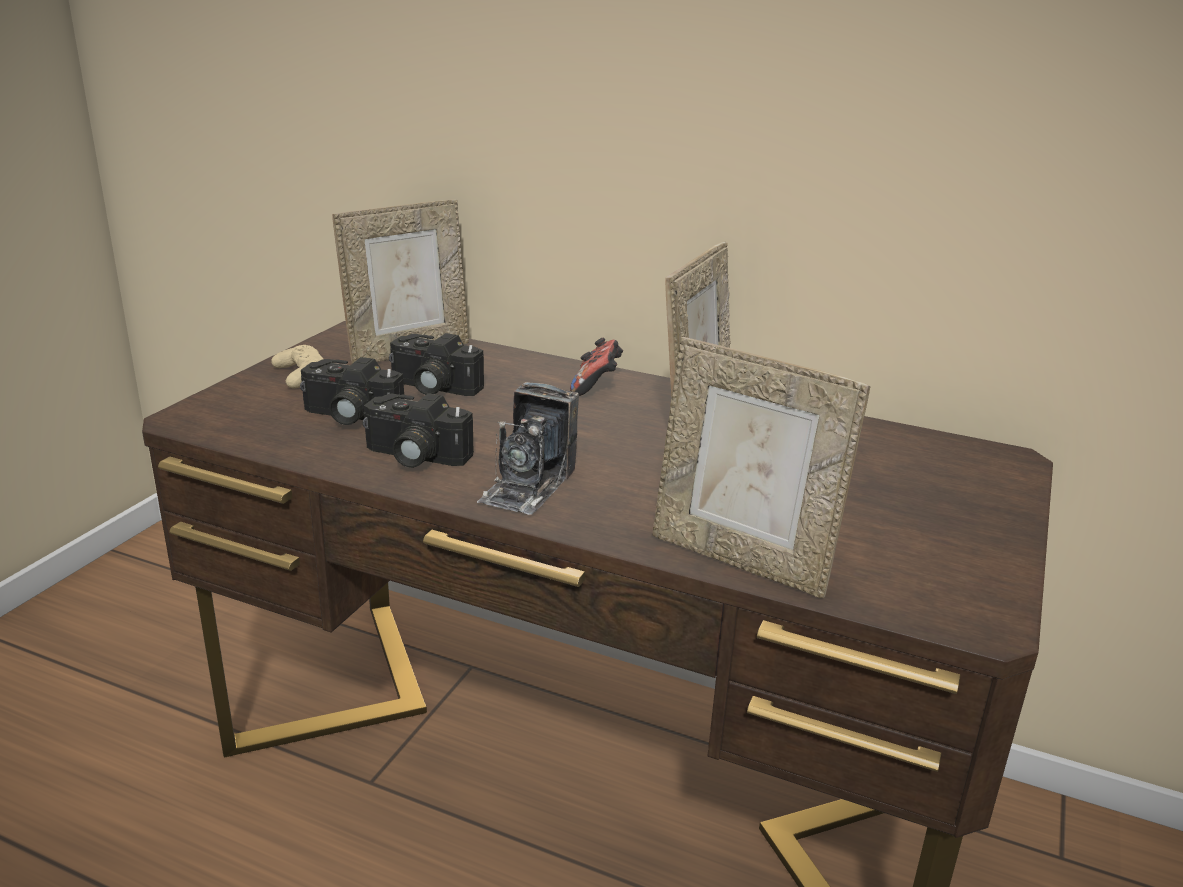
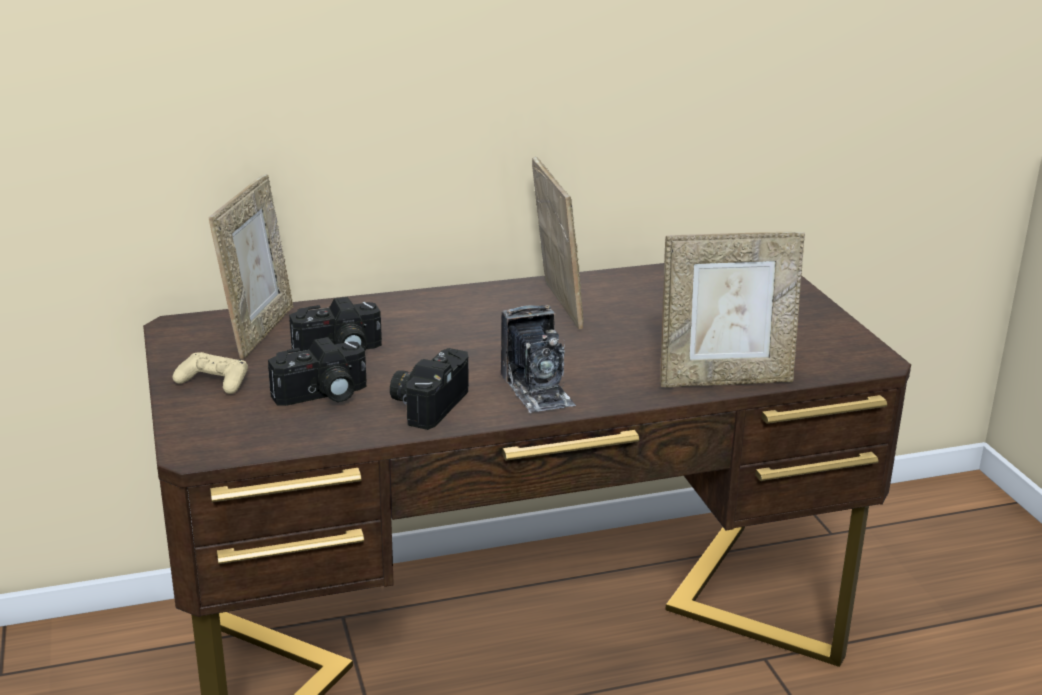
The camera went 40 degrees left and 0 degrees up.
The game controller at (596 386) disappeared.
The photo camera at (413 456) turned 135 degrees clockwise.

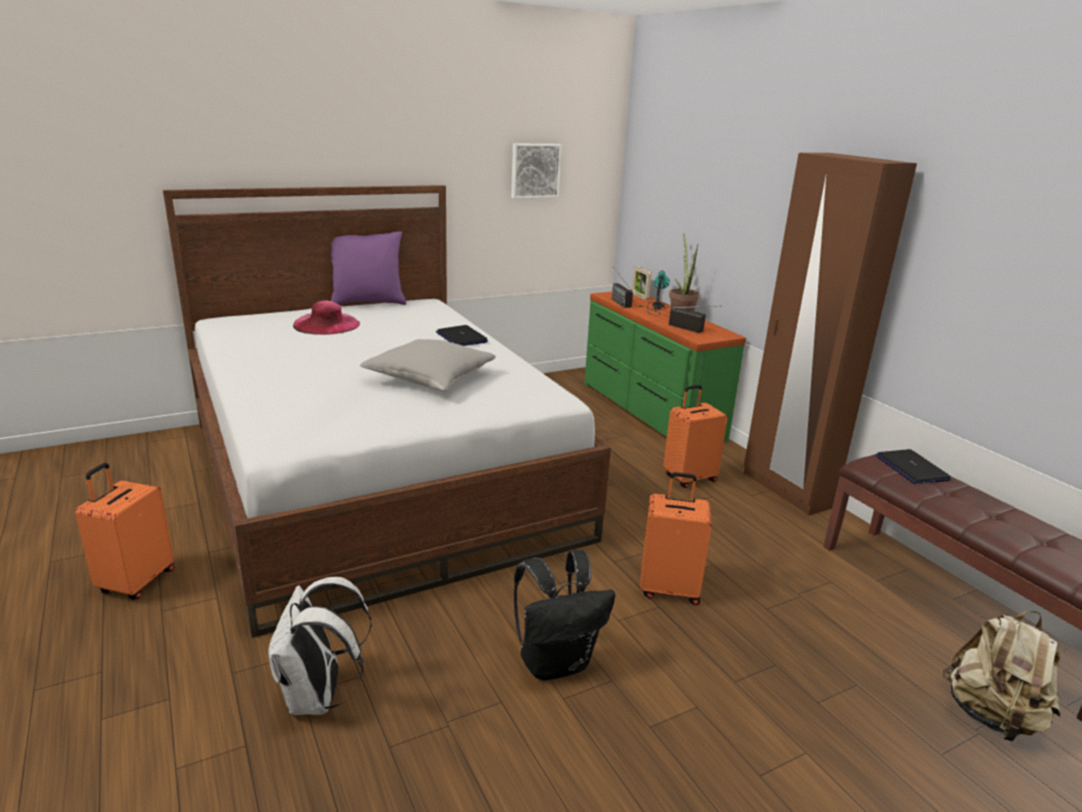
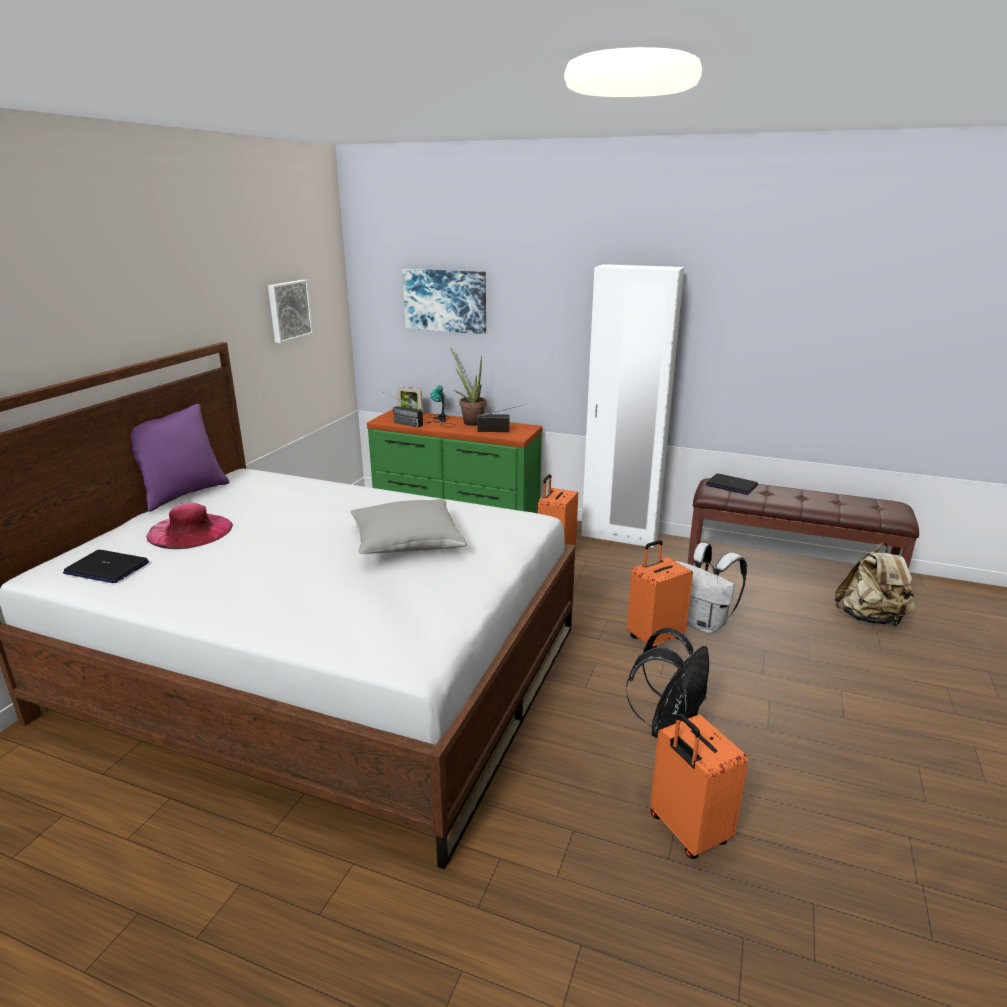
The camera went 40 degrees left and 0 degrees up.
The picture at (445 300) appeared.
The orange suitcase moved from (136 582) to (687 831).
The white backpack moved from (318 697) to (703 624).
The laptop moved from (461 337) to (106 568).
The brown wardrobe at (786 490) became the white wardrobe at (619 536).

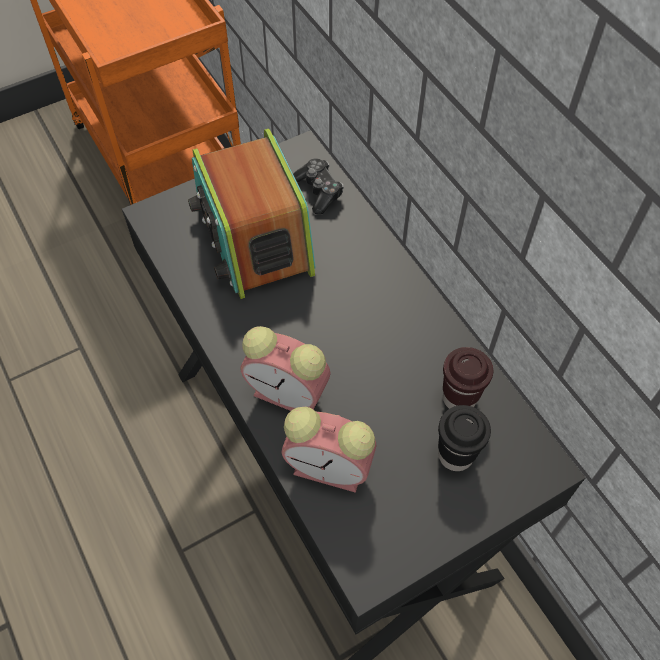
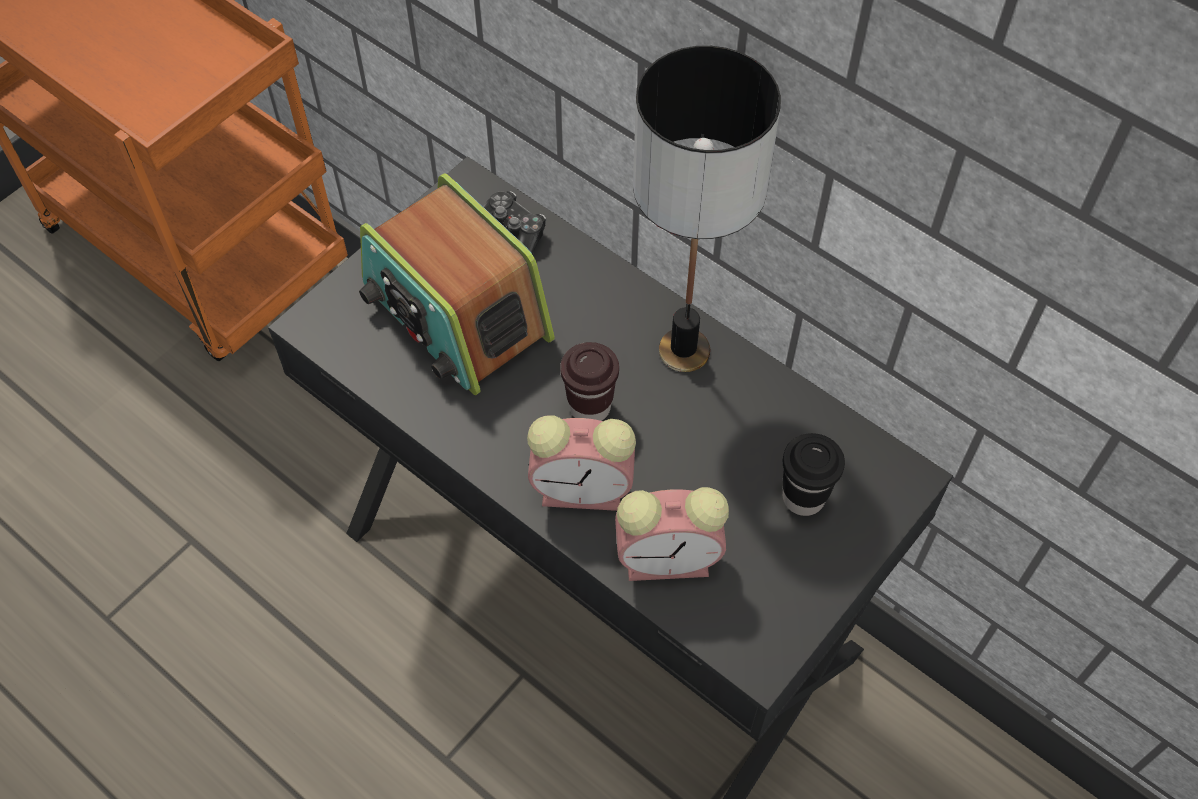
The camera went 20 degrees left and 0 degrees up.
The table lamp at (685 350) appeared.
The brown cup moved from (459 398) to (590 407).

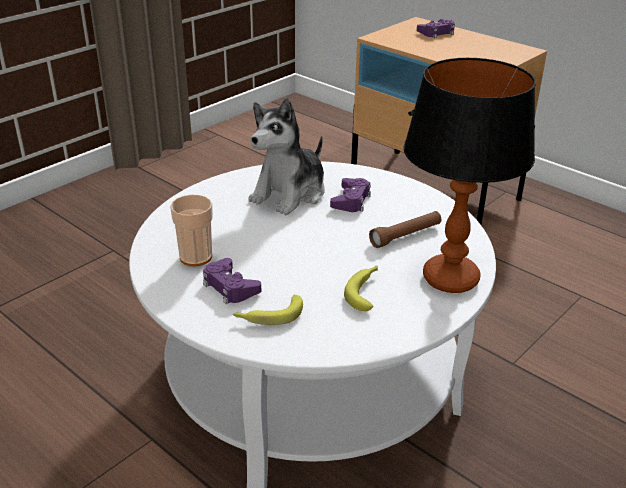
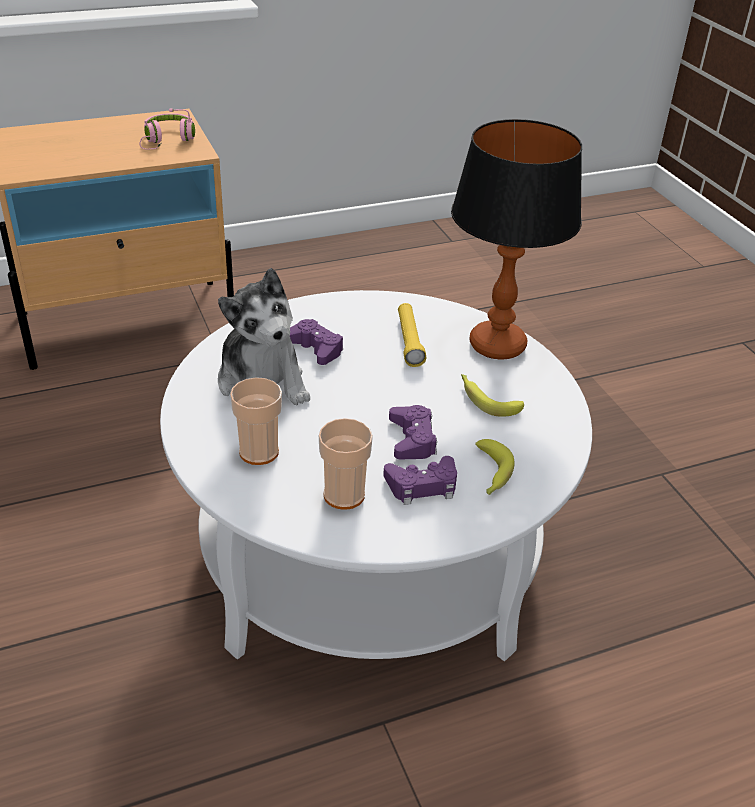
The camera went 65 degrees left and 5 degrees up.
The pink headphones at (167 140) appeared.
The cup at (259 452) appeared.
The purple game controller moved from (436 33) to (412 439).
The brown flashlight at (405 236) became the yellow flashlight at (409 341).

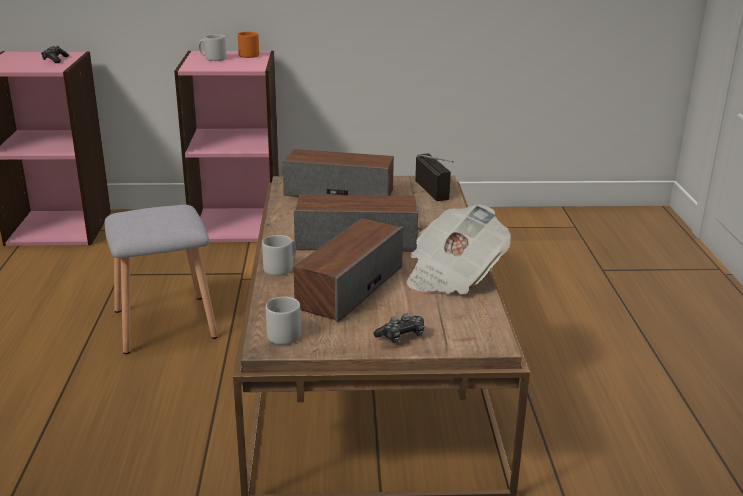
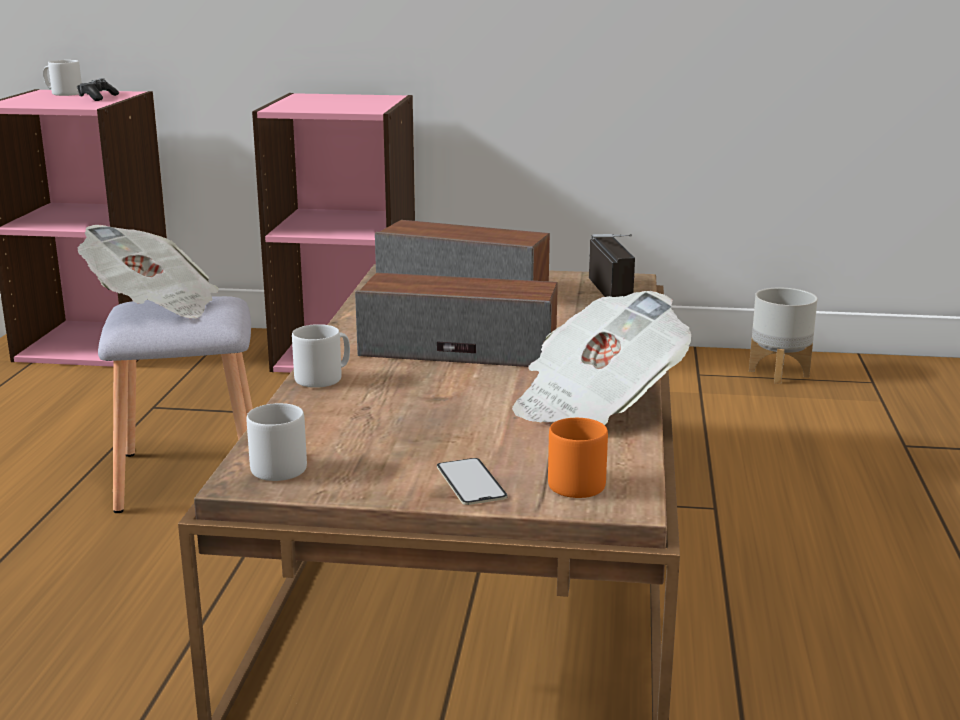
The camera went 10 degrees right and 5 degrees down.
The speaker at (349 287) disappeared.
The newspaper at (154 305) appeared.
The grey planter at (778 373) appeared.
The grey mug moved from (213 59) to (63 93).
The orange mug moved from (249 55) to (578 482).
The game controller at (401 336) was replaced by the phone at (471 482).

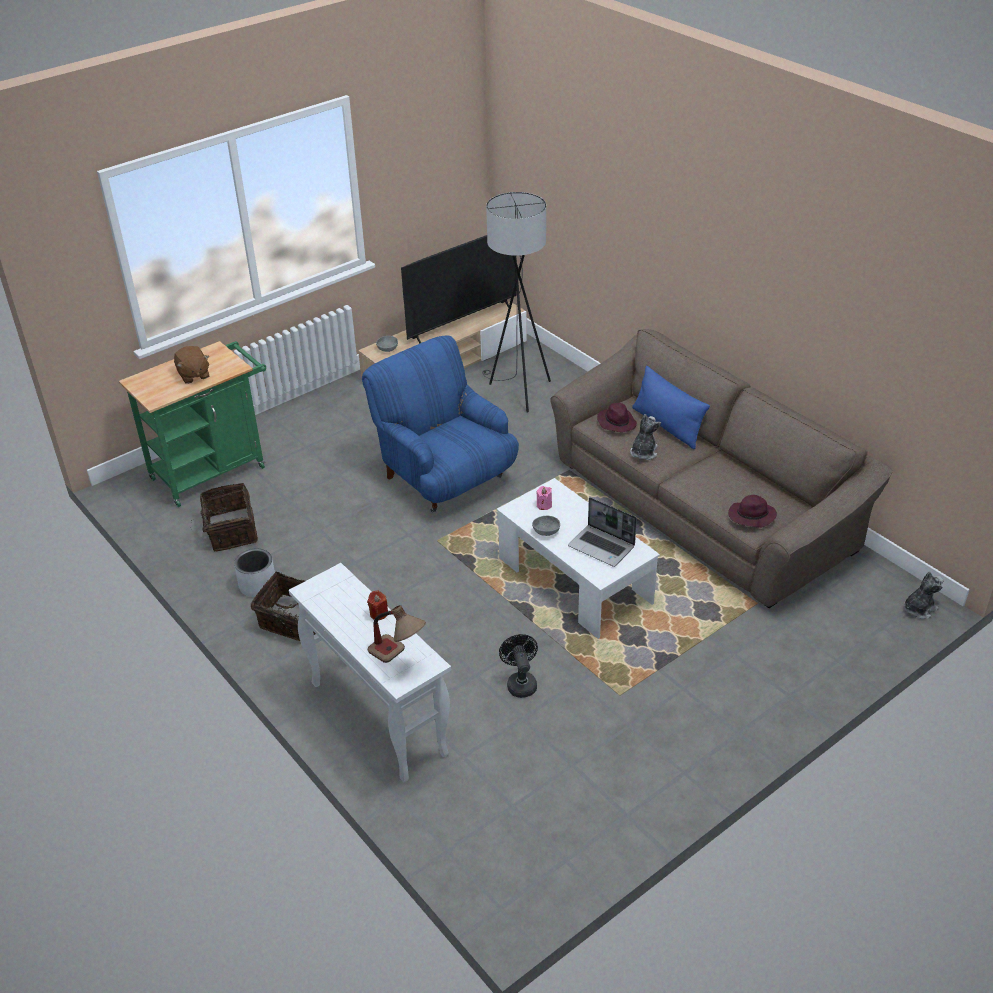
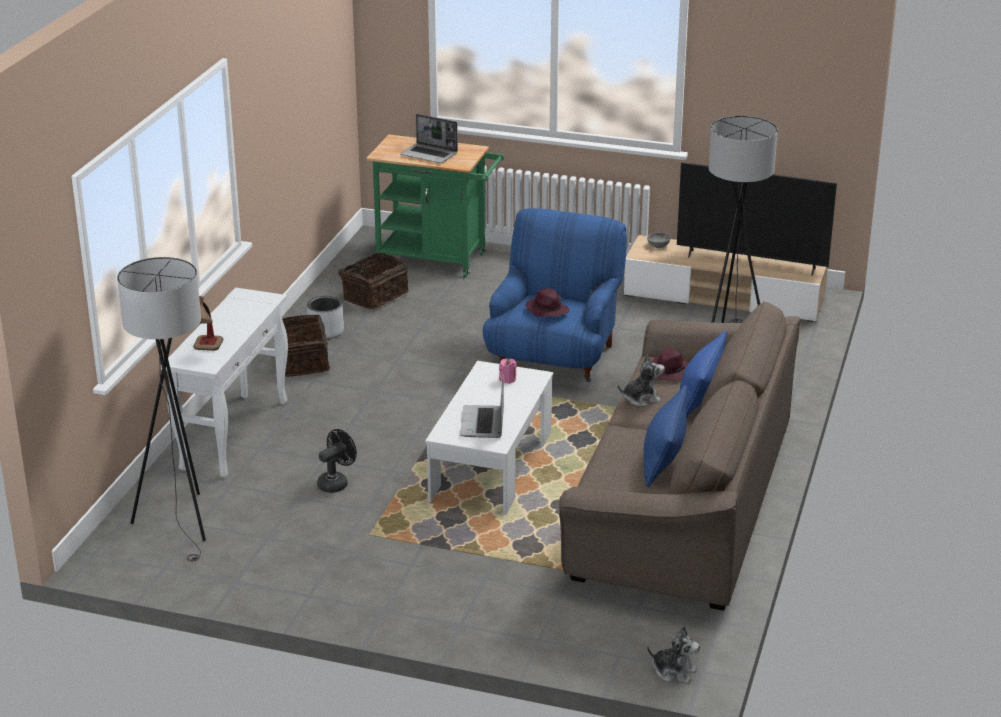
The camera went 55 degrees right and 10 degrees down.
The red candle at (378 613) disappeared.
The grey bowl at (546 531) disappeared.
The grey floor lamp at (183 522) appeared.
The blue pillow at (663 458) appeared.
The purple hat moved from (751 516) to (546 310).
The brown plush toy at (193 375) was replaced by the laptop at (430 154).

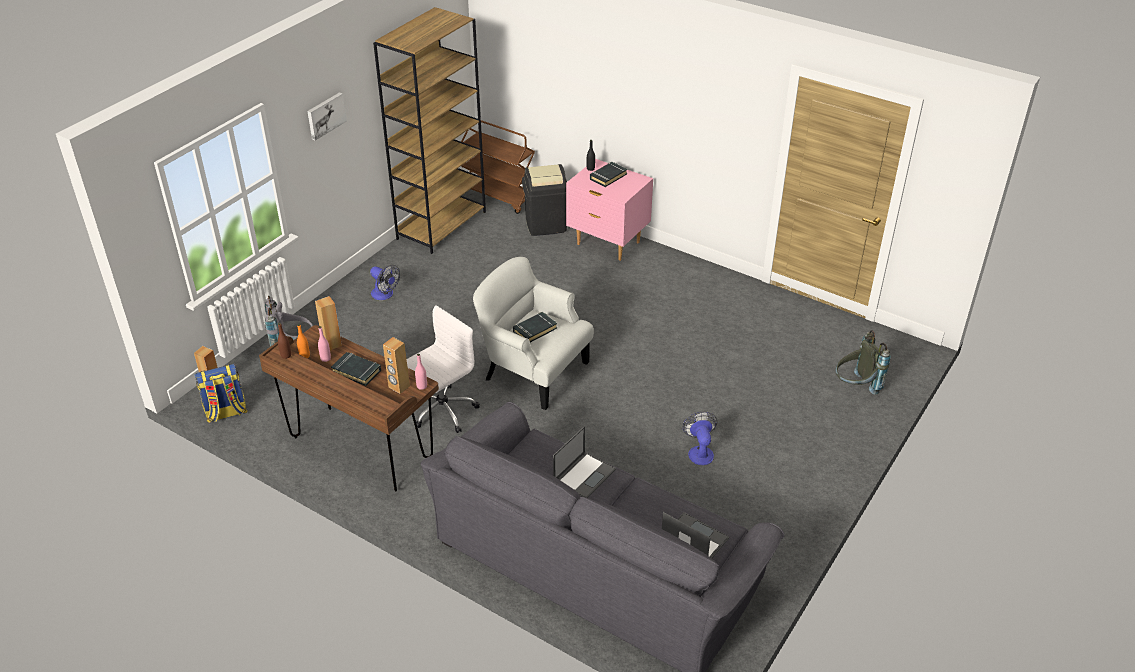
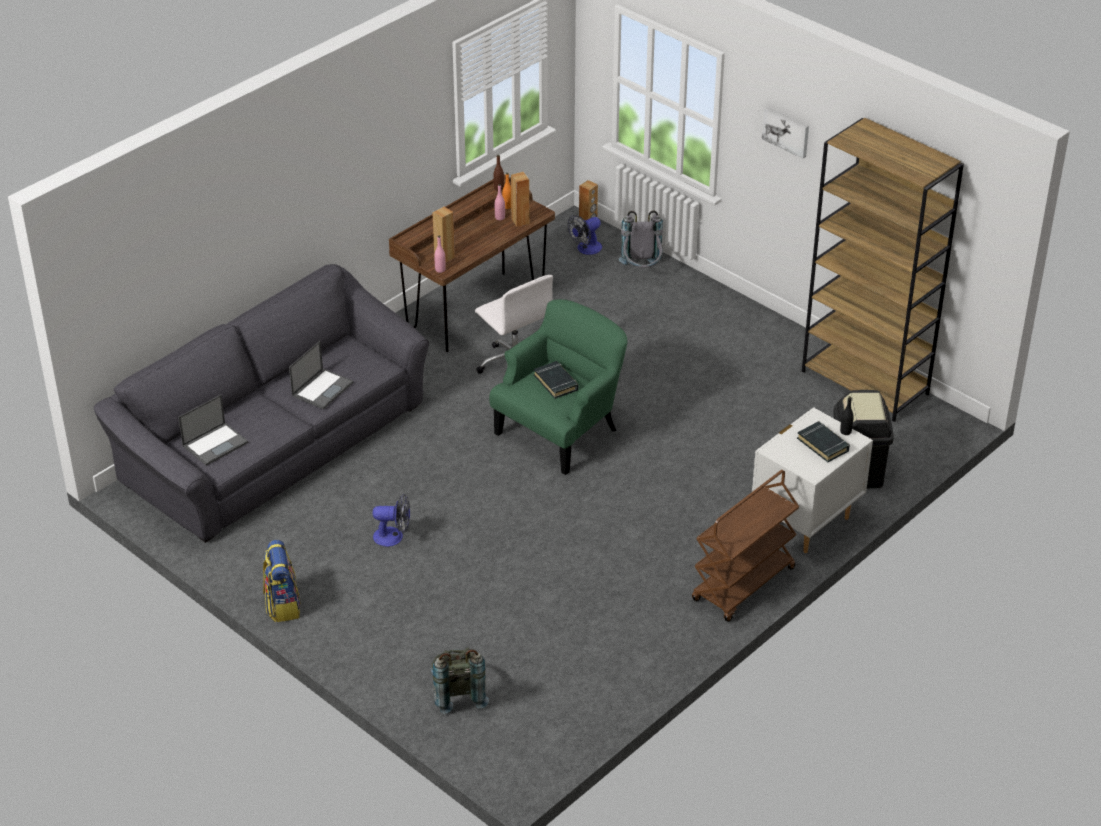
The camera went 100 degrees right and 0 degrees up.
The black book at (357 371) disappeared.
The backpack moved from (226 413) to (282 605).
The fan moved from (385 295) to (586 249).
The brown cart moved from (499 197) to (743 585).
The white armchair at (533 371) became the green armchair at (560 431).
The pink nightstand at (608 243) became the white nightstand at (805 523).
The laptop at (584 475) turned 105 degrees counterclockwise.

